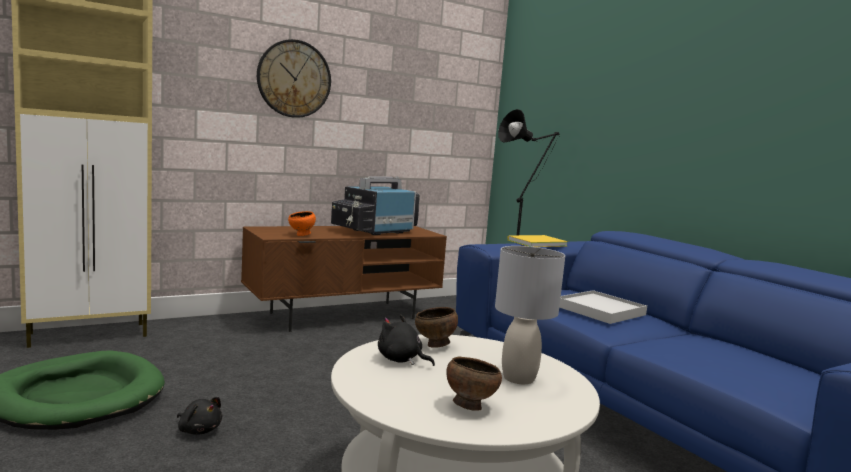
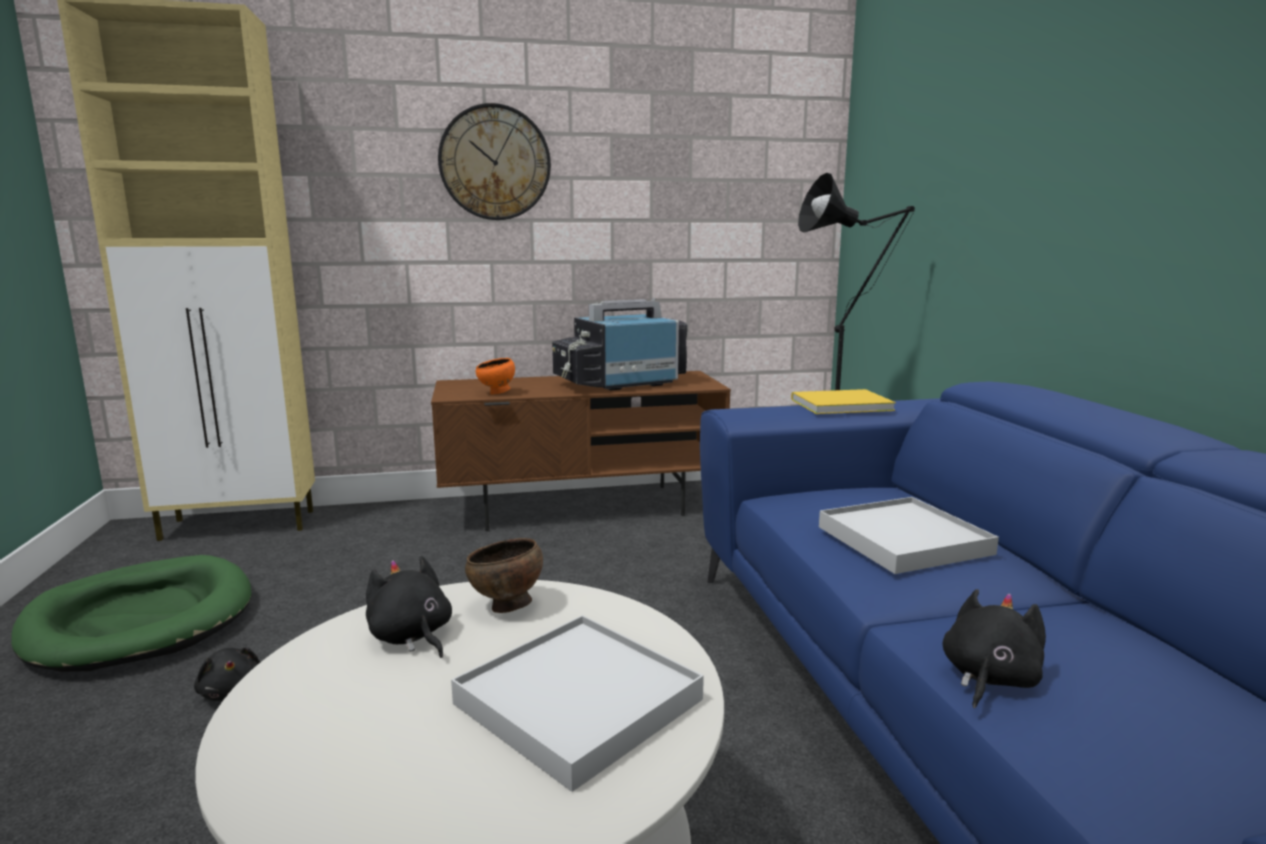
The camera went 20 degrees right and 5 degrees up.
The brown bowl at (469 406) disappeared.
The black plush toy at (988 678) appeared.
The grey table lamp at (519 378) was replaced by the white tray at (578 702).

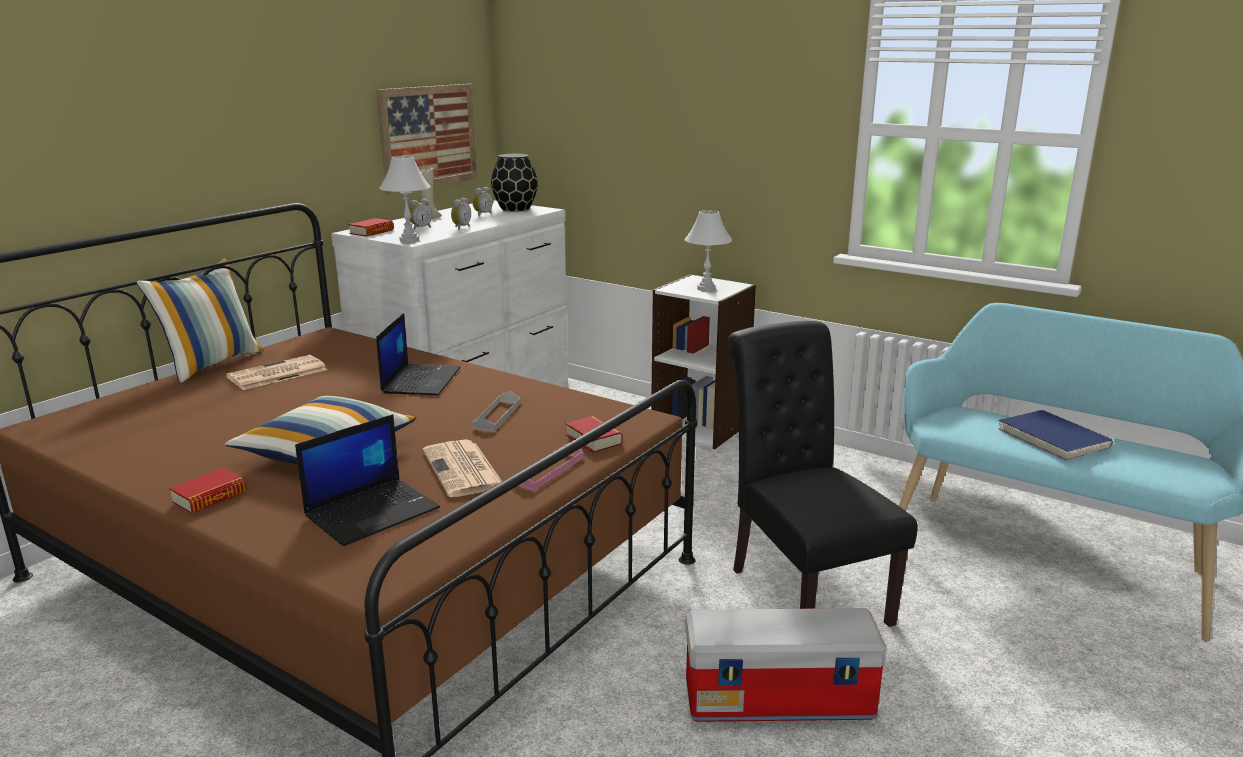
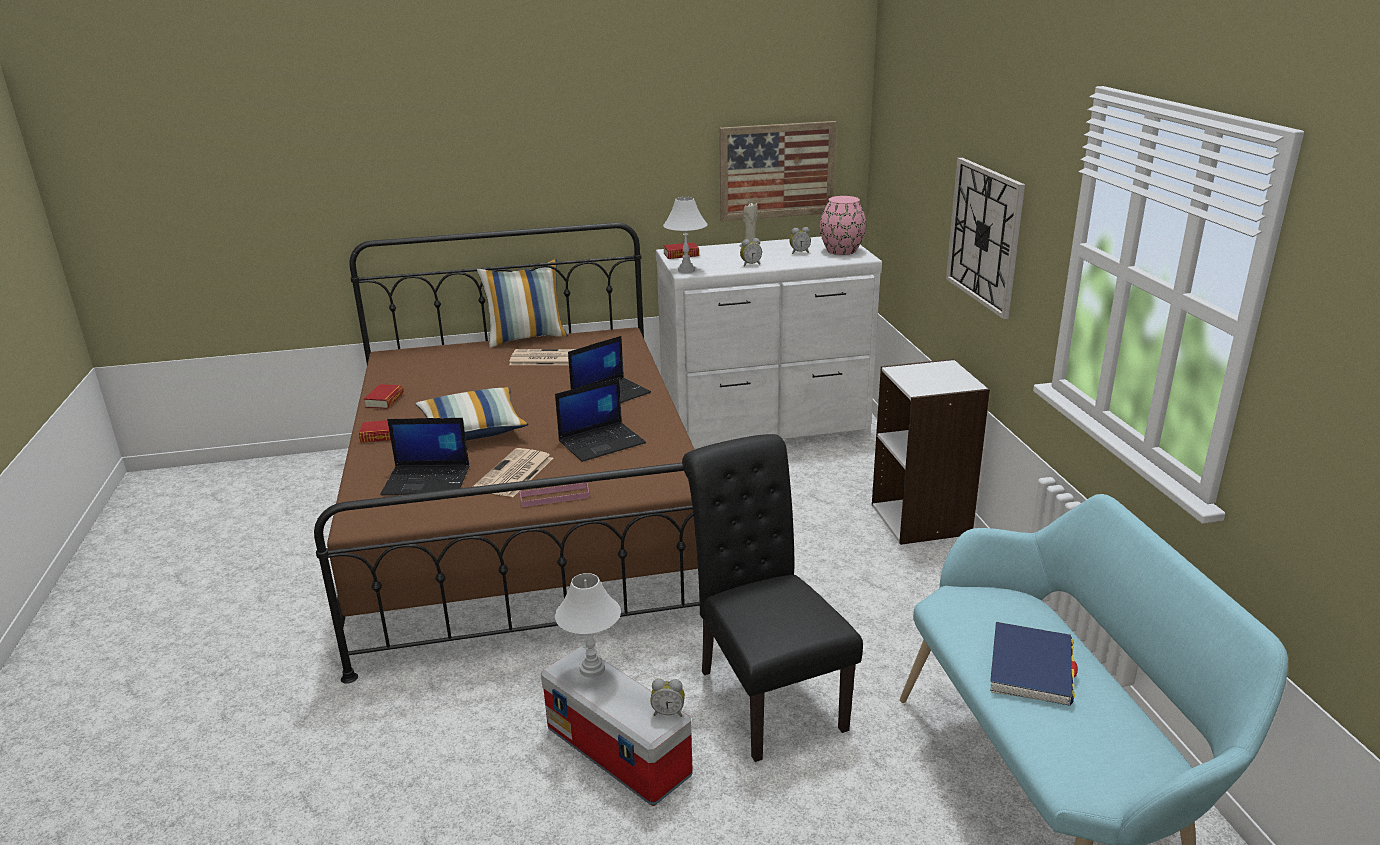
The camera went 45 degrees right and 5 degrees up.
The wall clock at (984 235) appeared.
The alarm clock moved from (420 228) to (668 712).
The book moved from (593 439) to (384 400).
The white table lamp moved from (706 288) to (592 668).
The grey tray at (497 416) was replaced by the laptop at (602 442).
The black vase at (515 208) became the pink vase at (842 250).
The black chair at (802 590) turned 45 degrees counterclockwise.

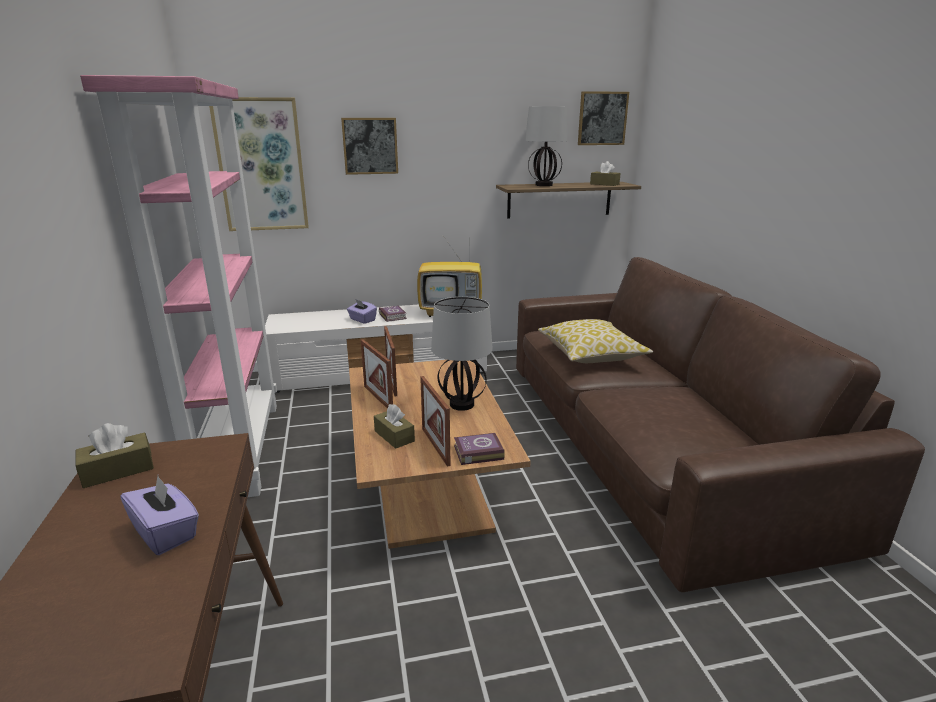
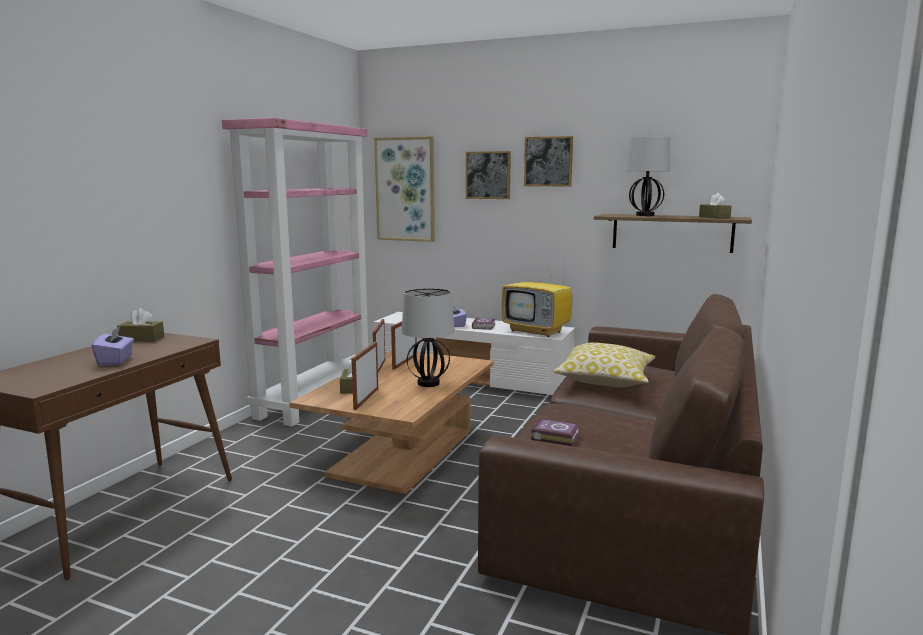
The camera went 35 degrees right and 10 degrees down.
The book moved from (477 452) to (554 436).
The picture moved from (602 118) to (548 161).

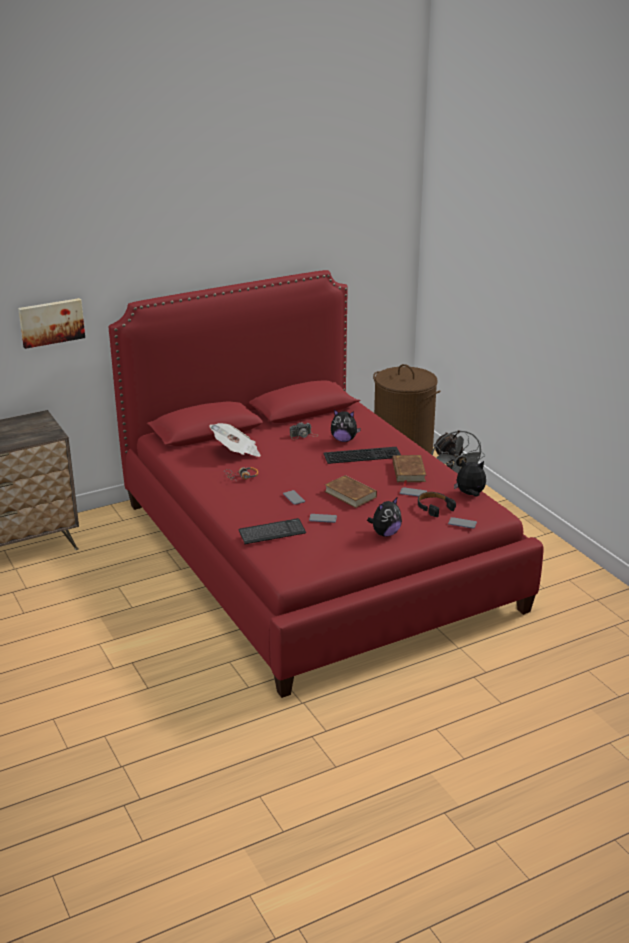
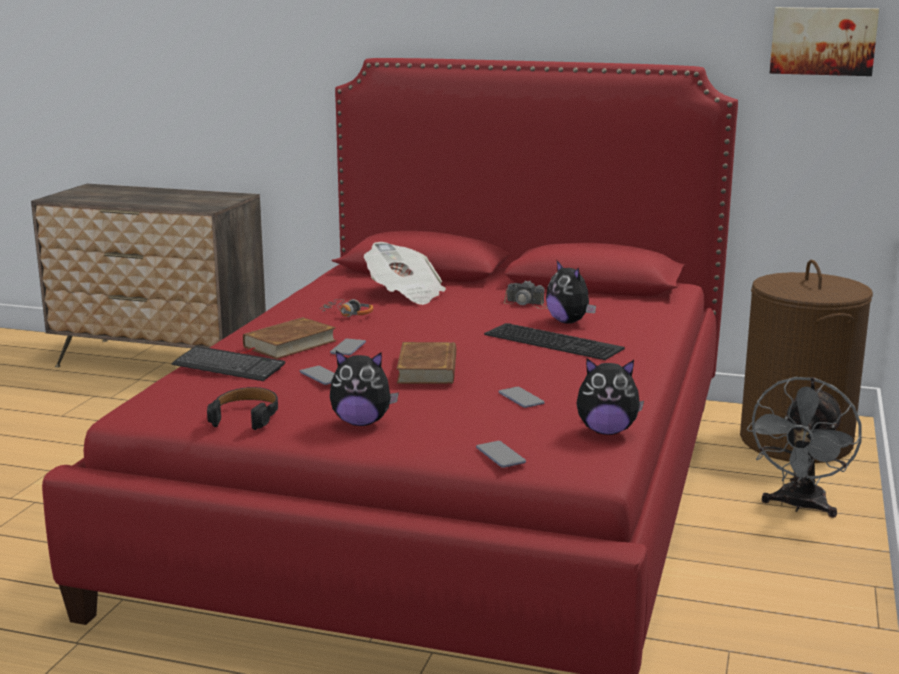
The camera went 45 degrees right and 10 degrees down.
The picture moved from (51 322) to (823 41).
The brown book moved from (408 472) to (289 344).
The black headphones moved from (434 507) to (246 416).
The plush toy at (470 494) turned 135 degrees clockwise.

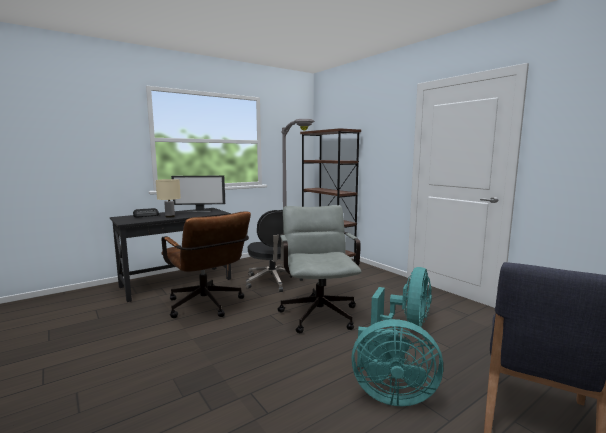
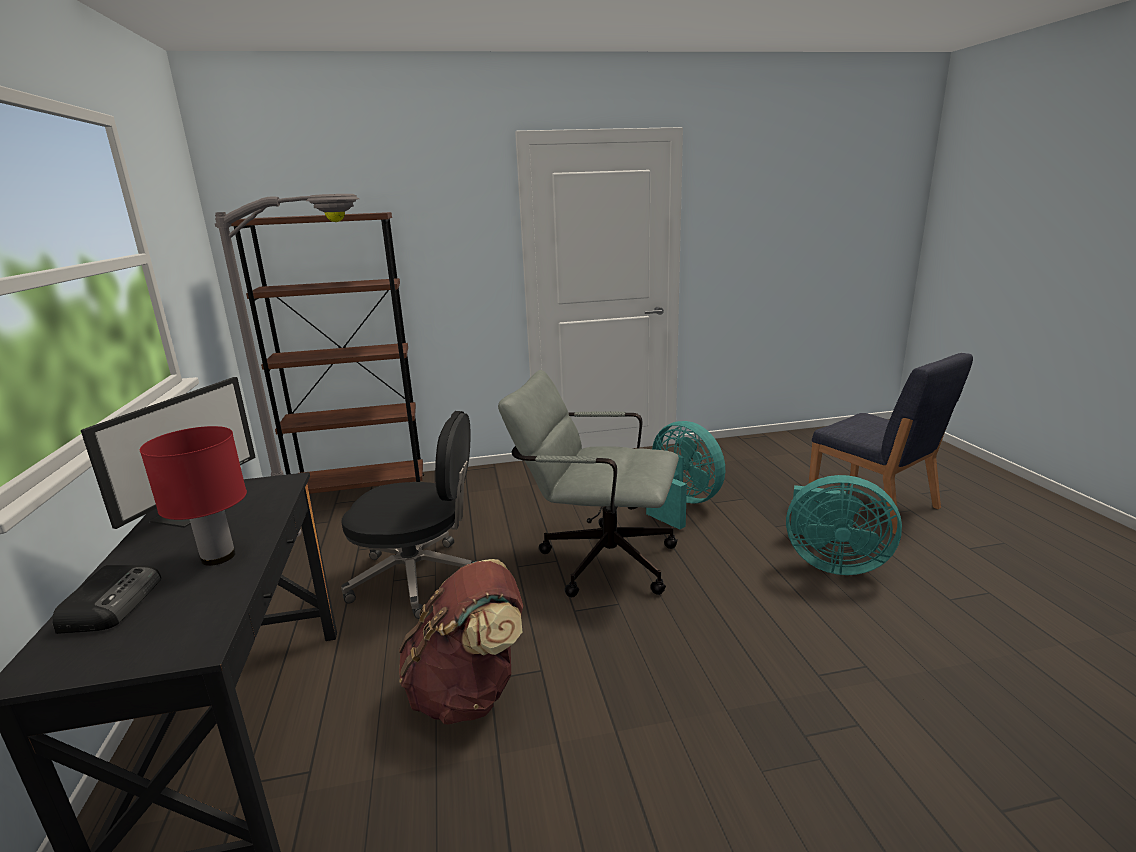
The camera went 65 degrees left and 10 degrees up.
The brown office chair at (207 306) was replaced by the brown backpack at (469 692).
The beige table lamp at (170 216) became the red table lamp at (219 557).
The turquoise fan at (390 394) turned 75 degrees clockwise.

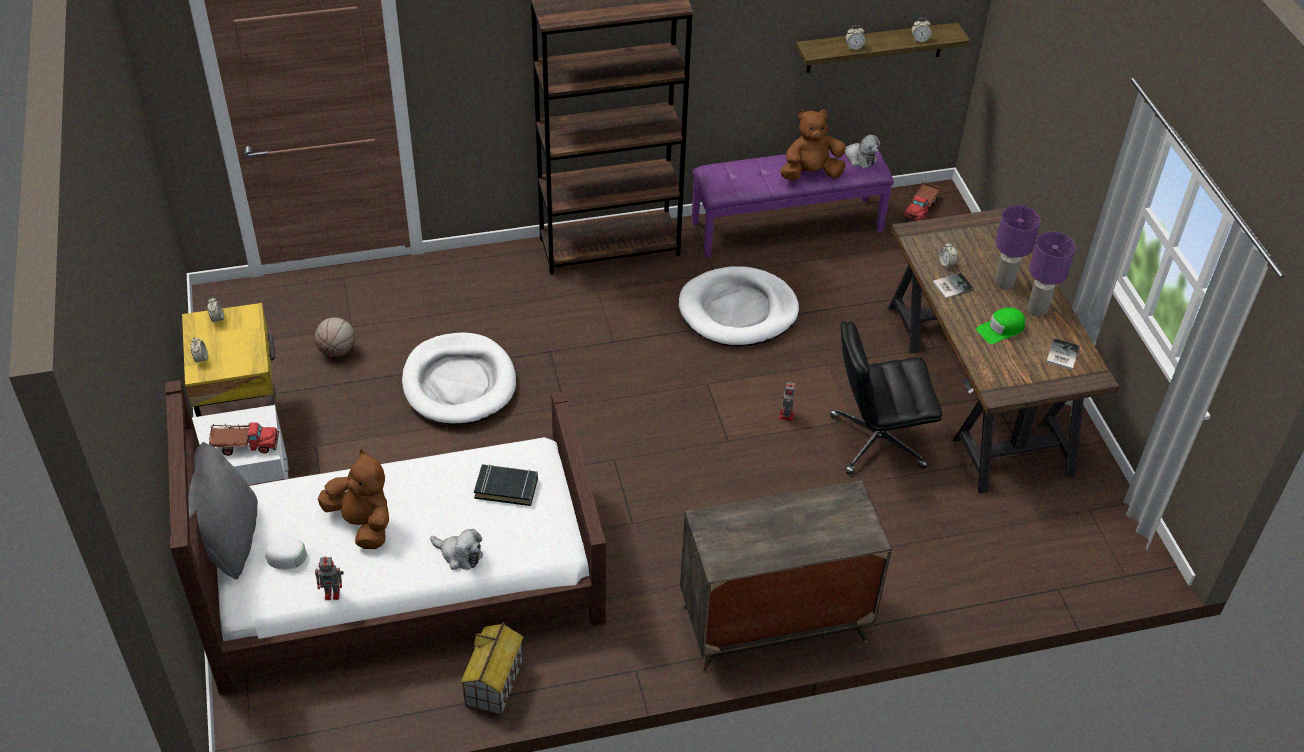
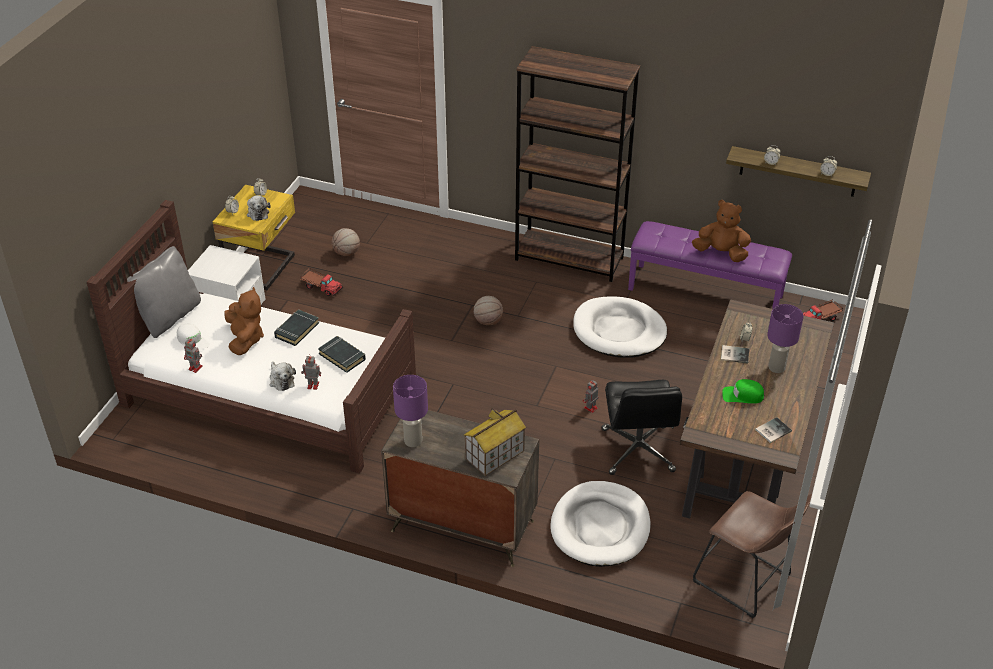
The camera went 35 degrees right and 5 degrees down.
The black book at (296 330) appeared.
The toy robot at (312 385) appeared.
The basketball at (488 321) appeared.
The brown stool at (745 582) appeared.
The toy truck moved from (244 444) to (321 287).
The white dog bed moved from (459 383) to (600 527).
The toy house moved from (494 683) to (494 455).
The plush toy moved from (858 158) to (258 212).
The purple table lamp moved from (1037 309) to (413 441).
The black office chair at (876 441) turned 120 degrees counterclockwise.

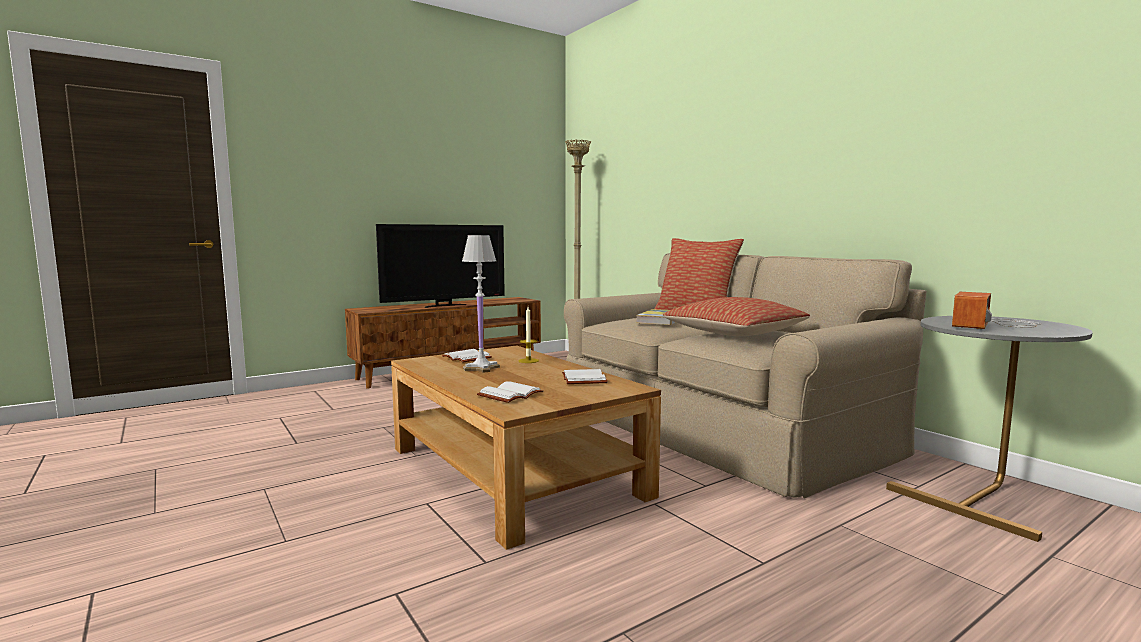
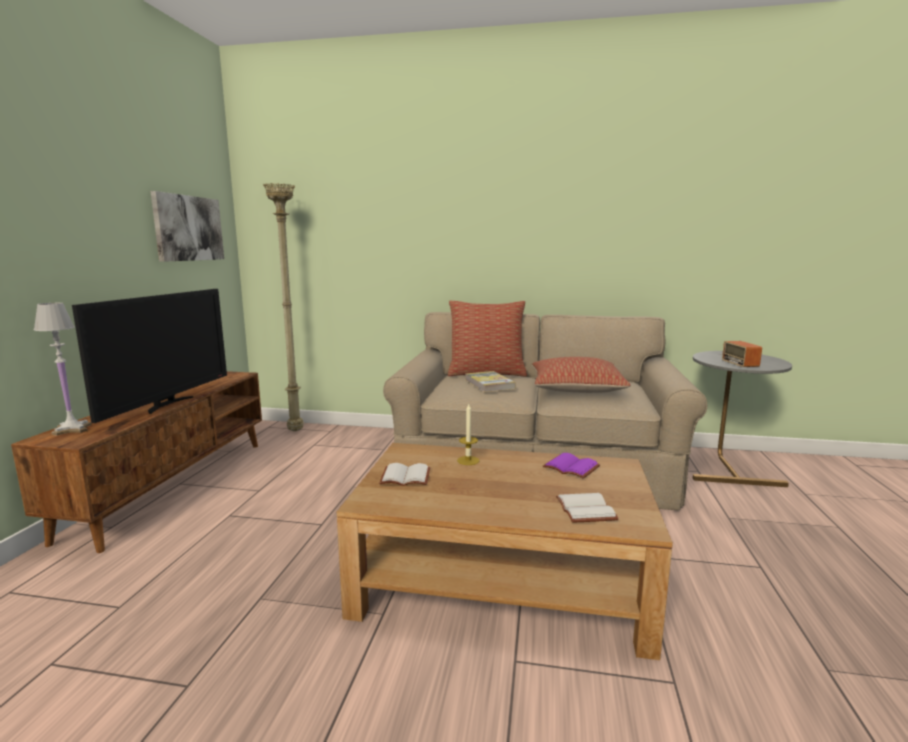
The camera went 45 degrees left and 5 degrees up.
The picture at (188 228) appeared.
The white table lamp moved from (481 368) to (71 429).
The white book at (582 379) became the purple book at (569 468).

